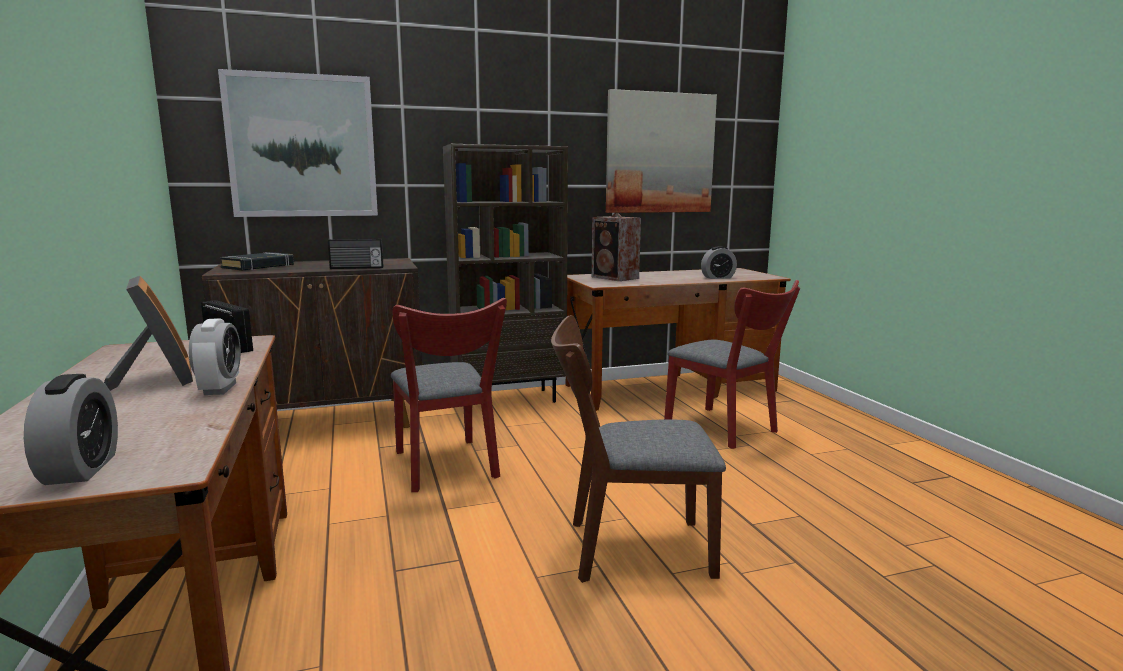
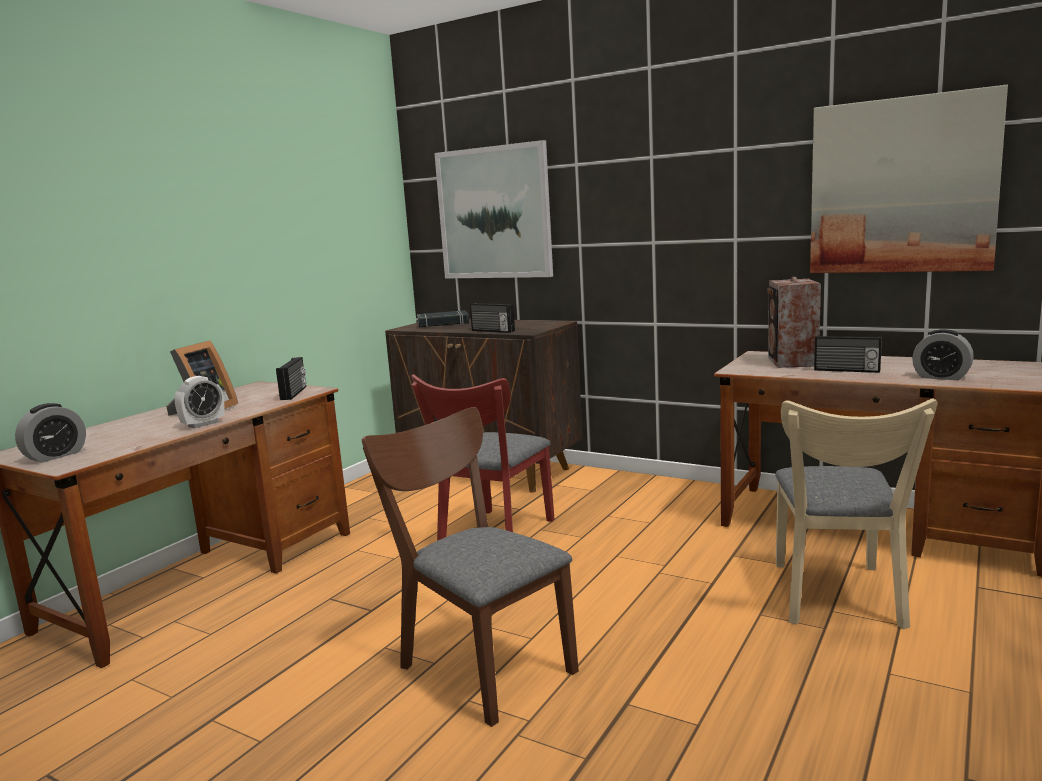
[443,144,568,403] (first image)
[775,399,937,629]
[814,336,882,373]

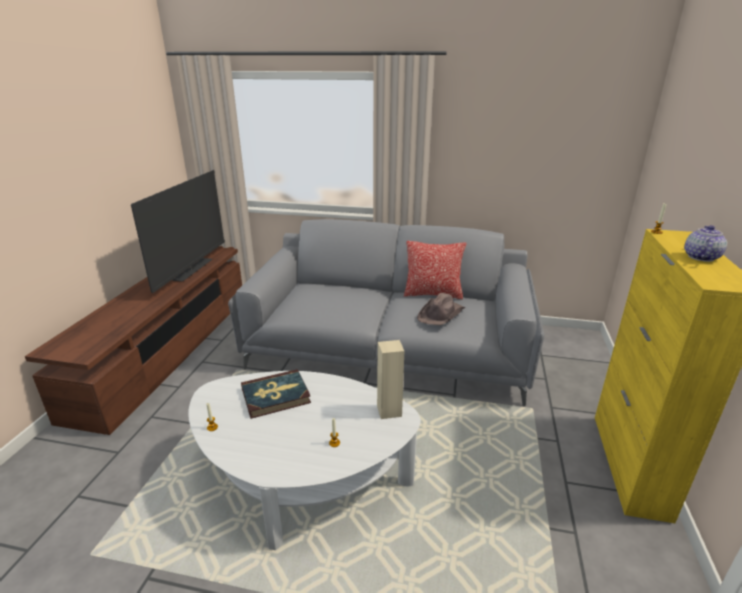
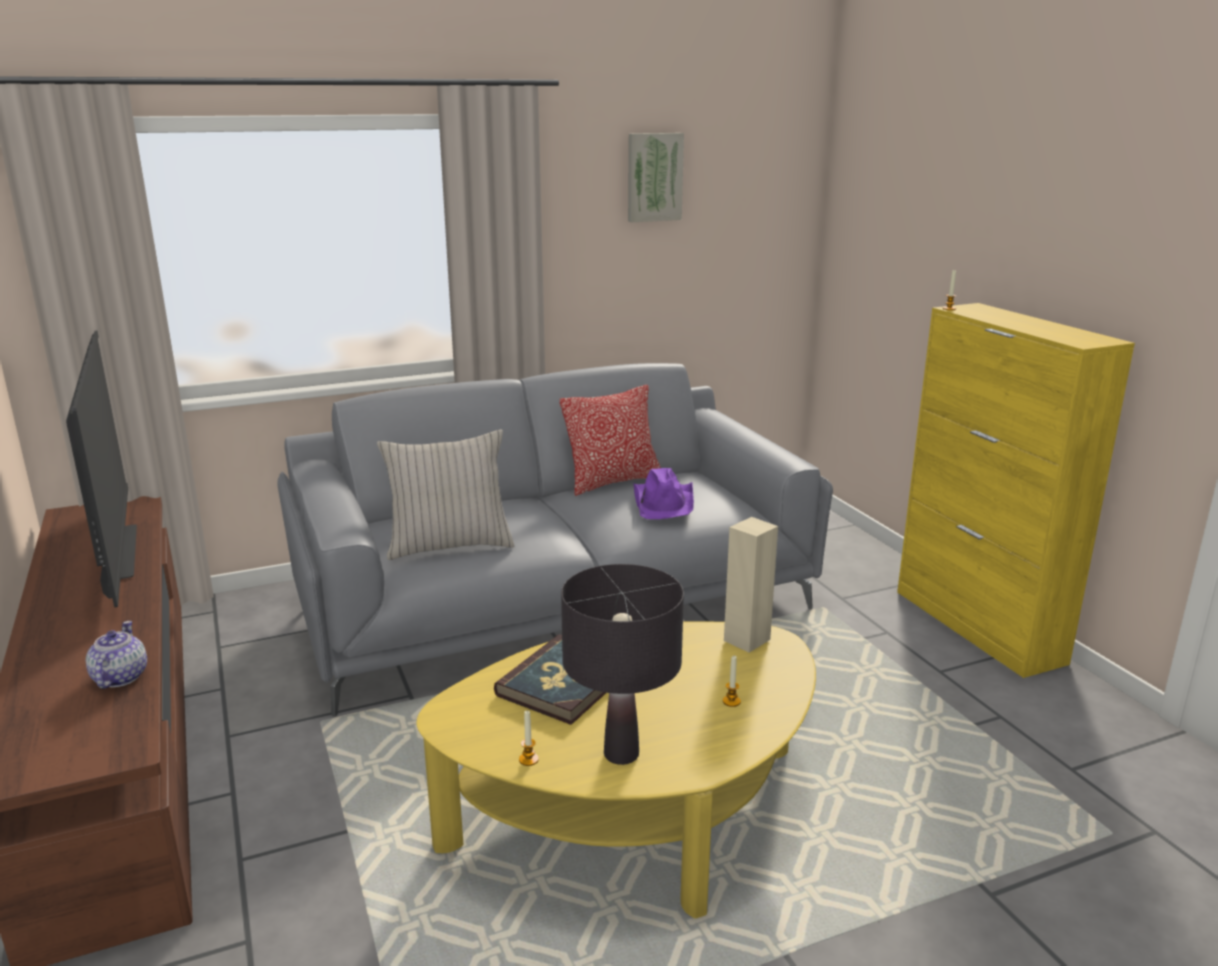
[86,621,147,689]
[633,468,694,519]
[416,621,816,919]
[628,133,684,222]
[377,430,514,560]
[561,564,684,765]

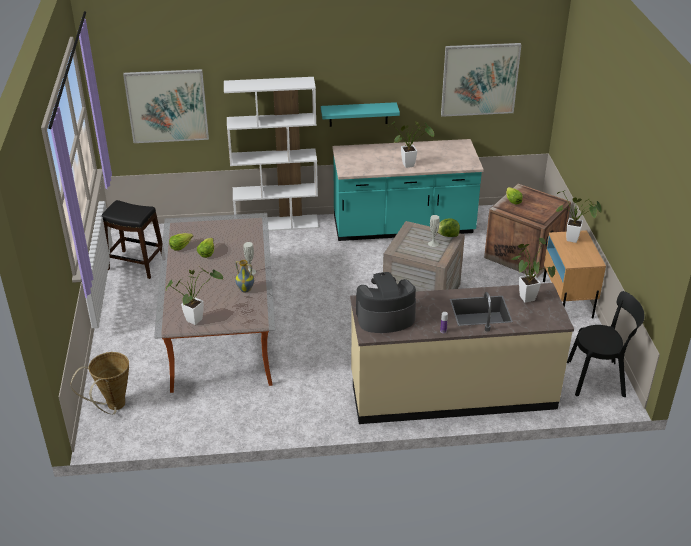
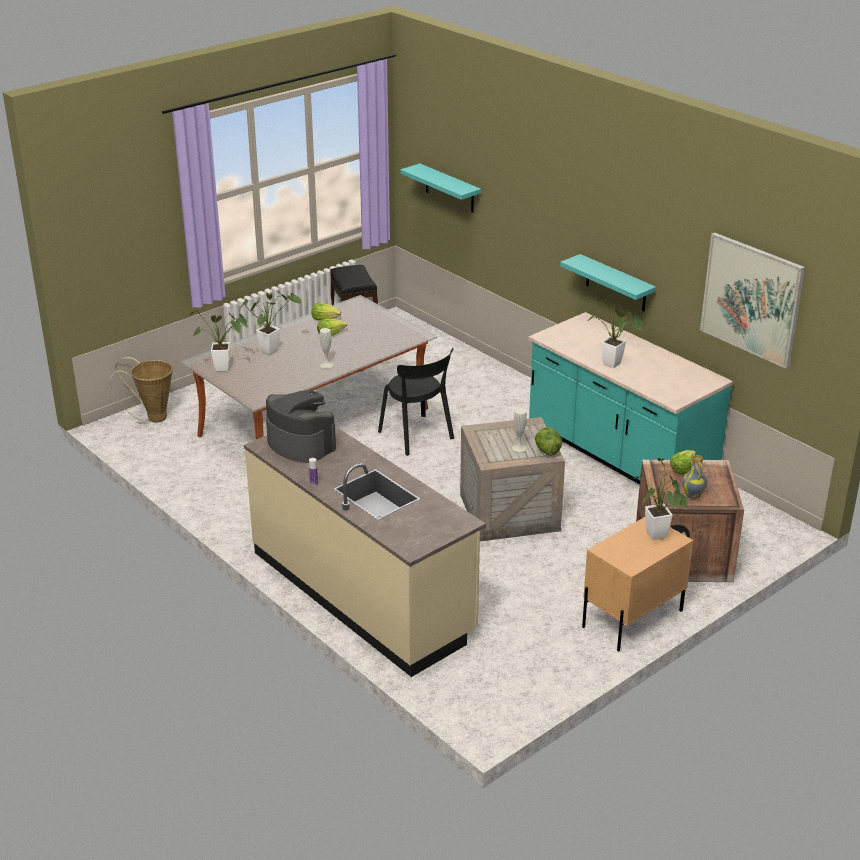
[400,164,481,213]
[224,77,319,231] (first image)
[240,291,302,355]
[682,453,707,499]
[378,348,454,456]

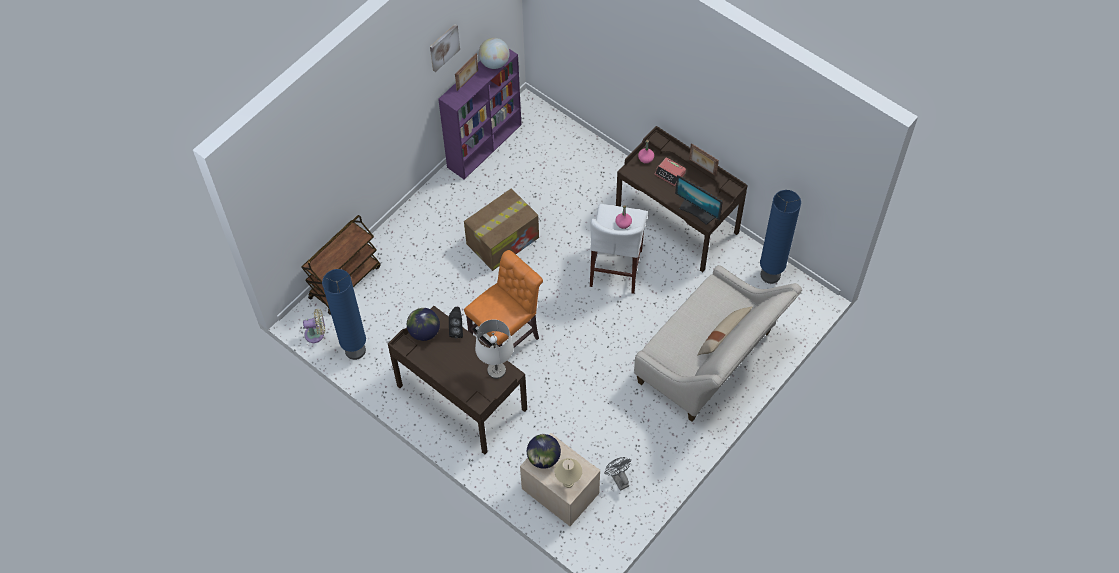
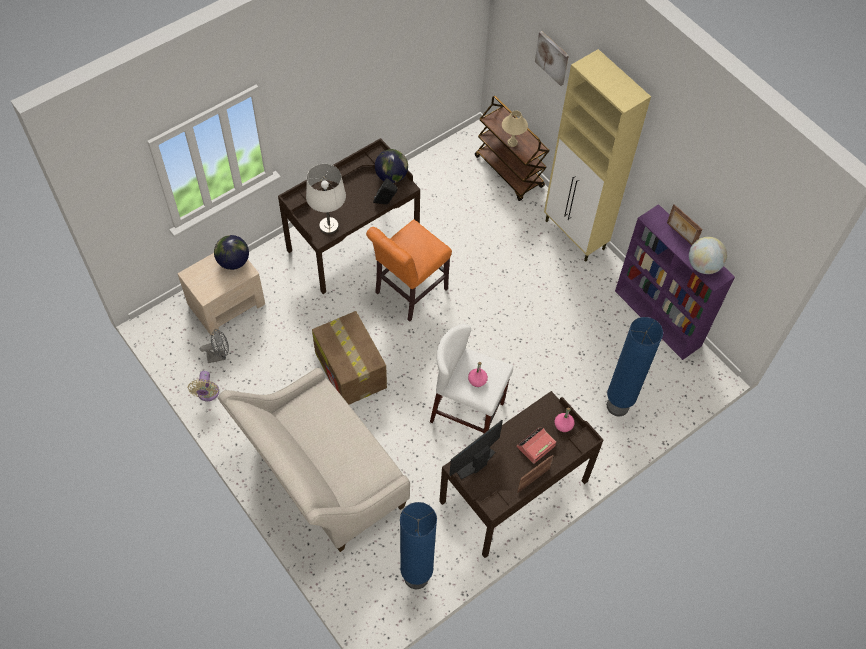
[535,31,569,86]
[312,311,387,405]
[366,219,452,322]
[607,317,663,416]
[697,307,752,355] (first image)
[188,371,219,401]
[502,110,528,147]
[544,49,651,262]

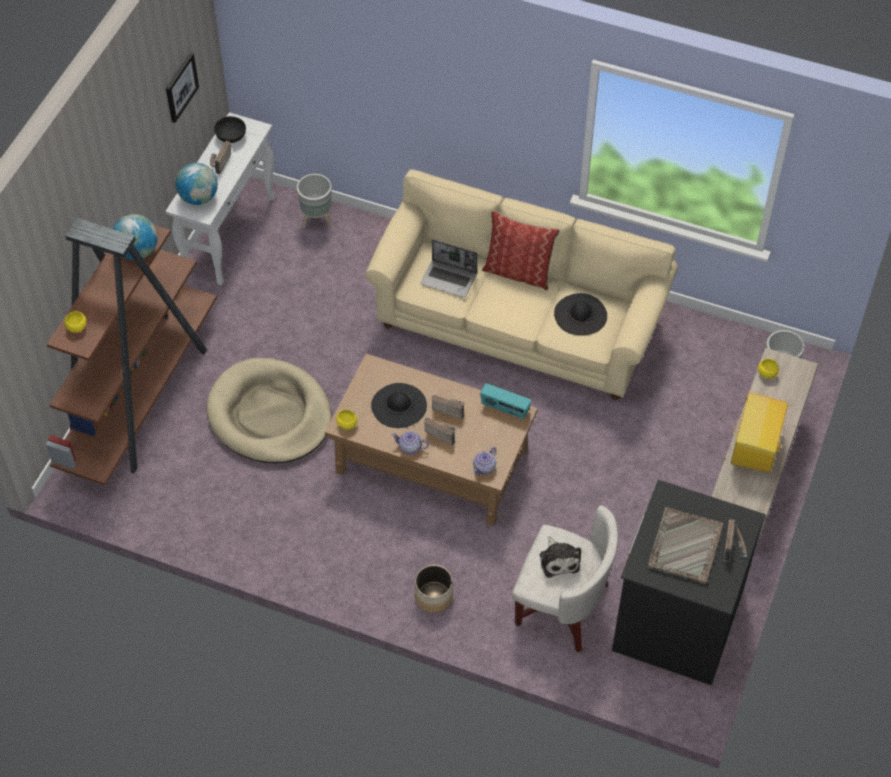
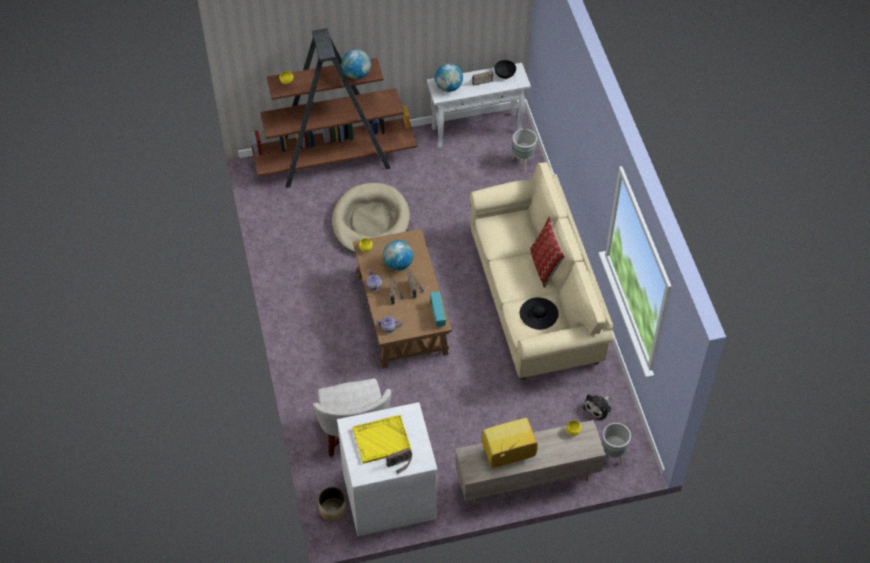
[166,52,199,123] (first image)
[420,240,478,298] (first image)
[383,240,413,271]
[337,402,437,536]
[352,415,412,464]
[583,394,611,421]
[318,487,346,521]

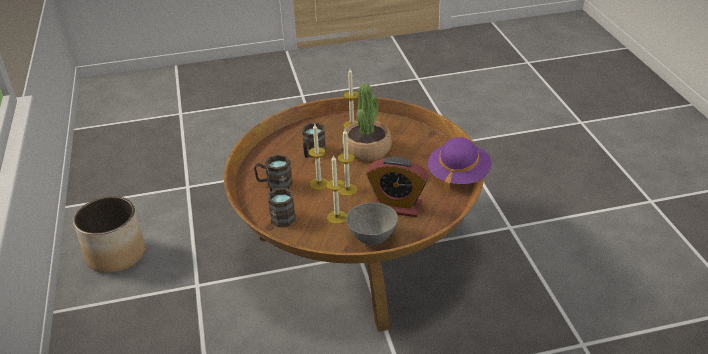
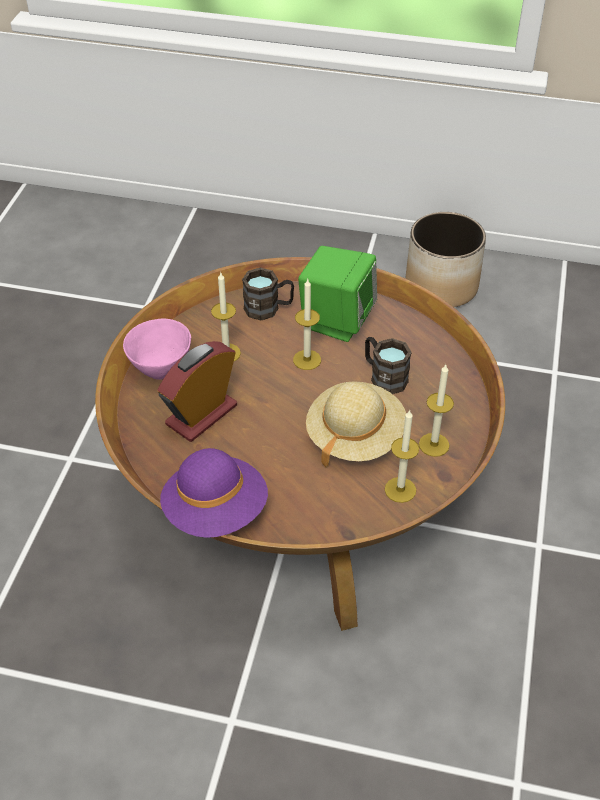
[306,381,406,467]
[385,409,419,503]
[298,246,377,342]
[123,319,191,380]

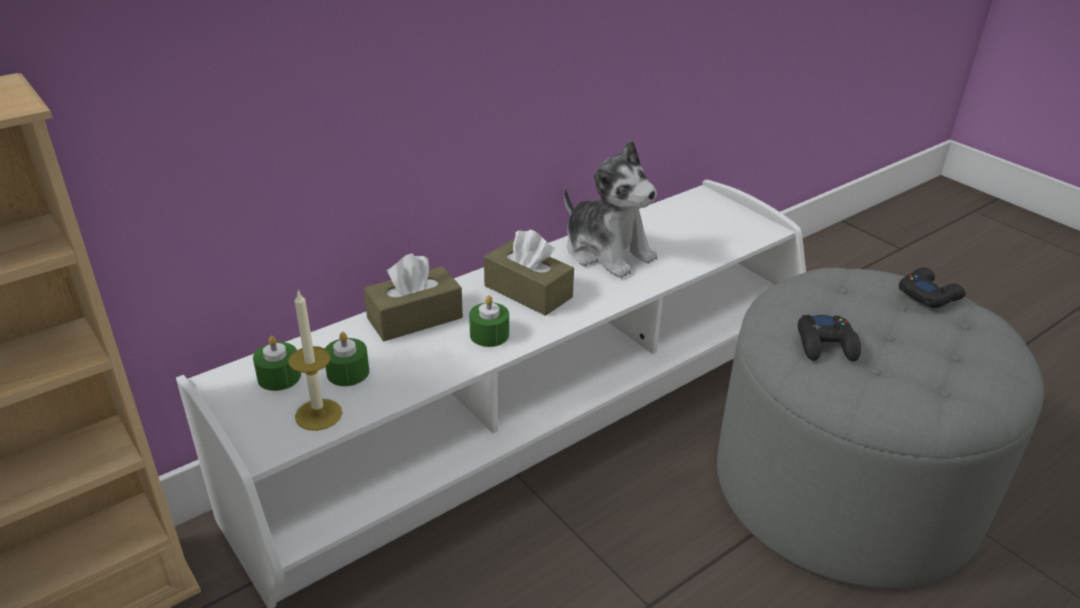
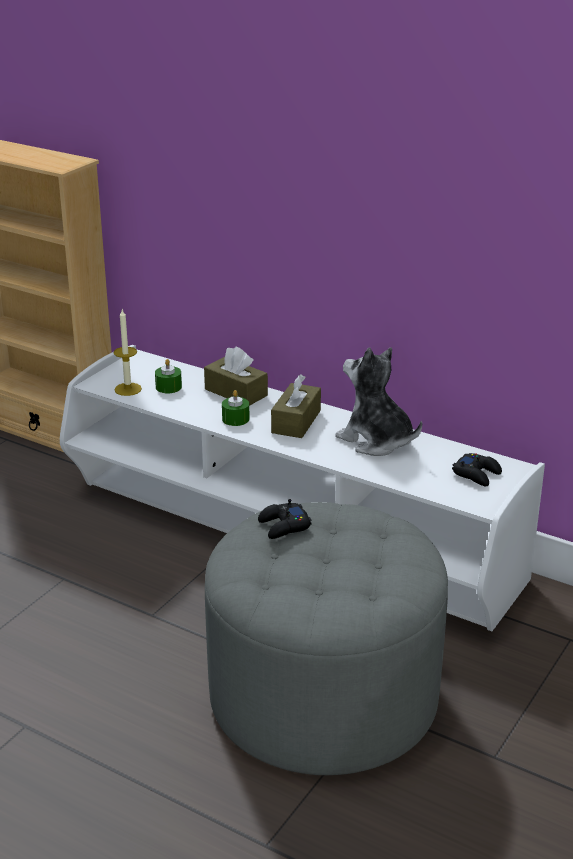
[335,347,422,456]
[452,453,502,486]
[253,336,301,391] (first image)

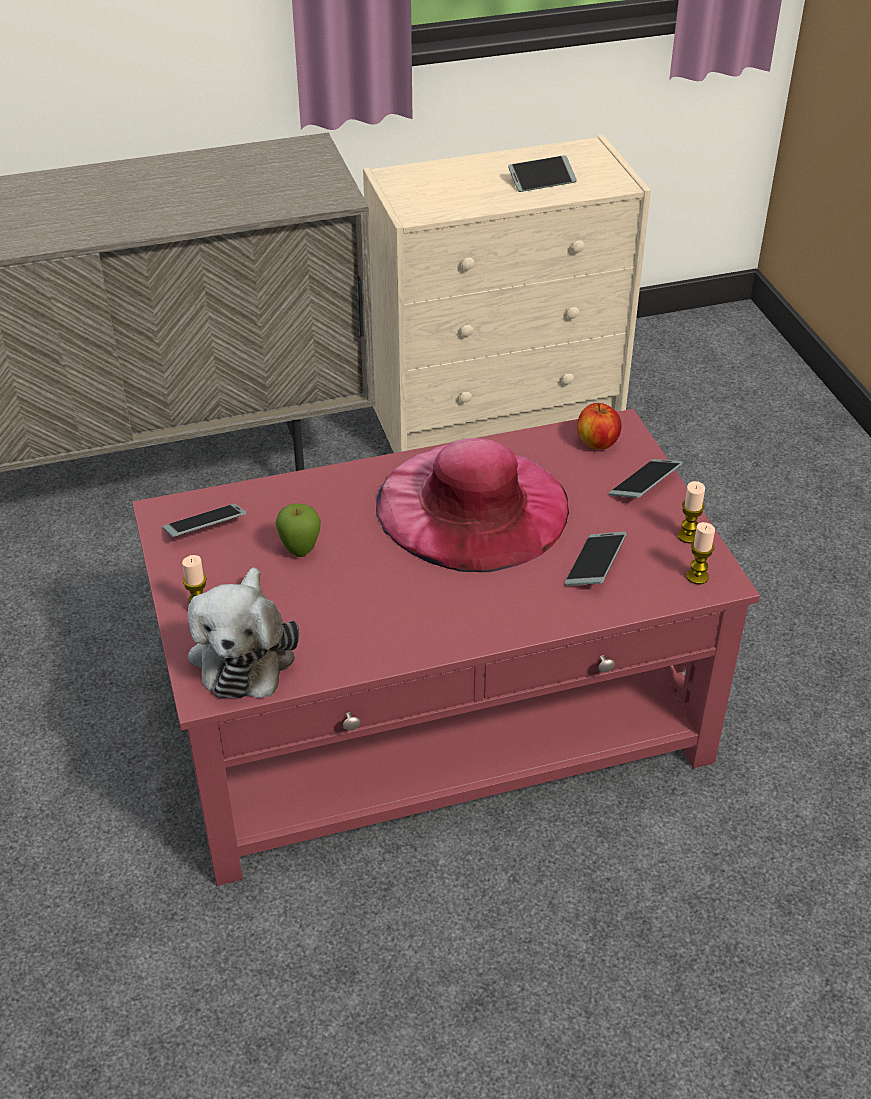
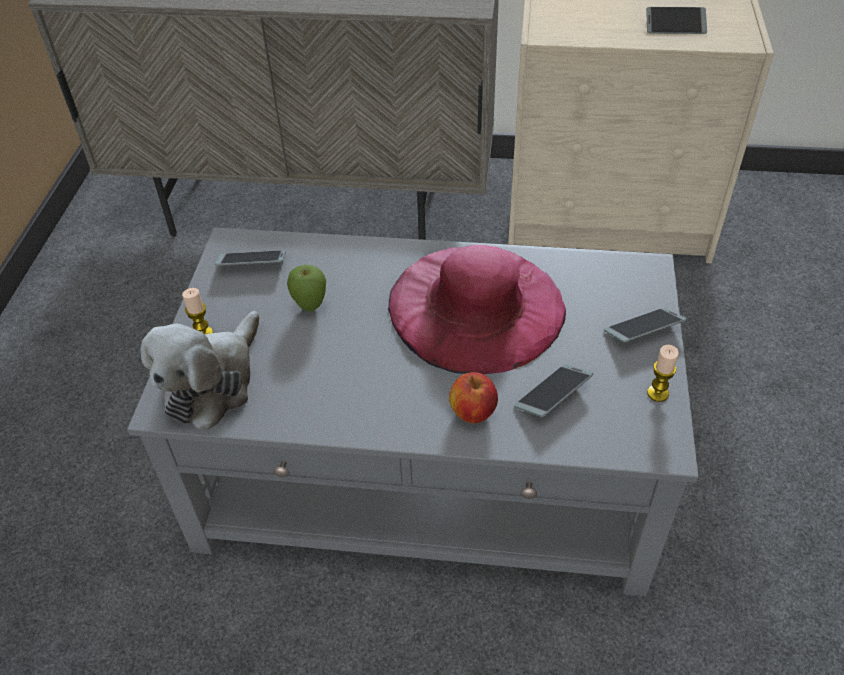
[449,372,498,423]
[127,227,699,596]
[686,522,715,585] (first image)

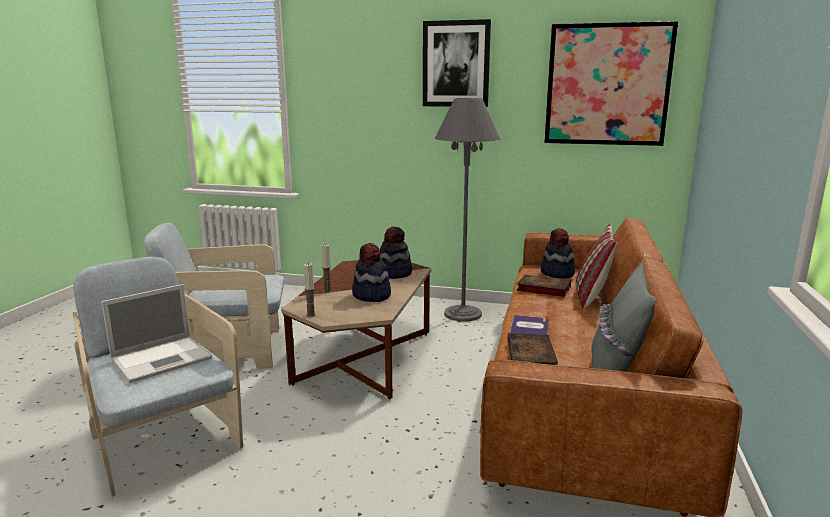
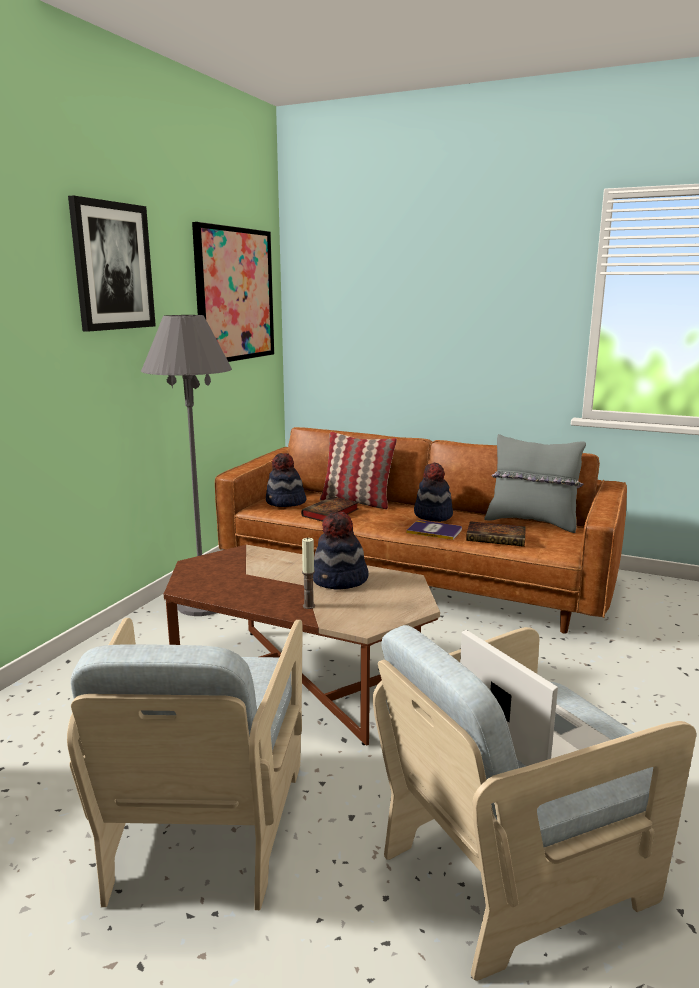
[414,463,453,522]
[304,263,316,317] (first image)

